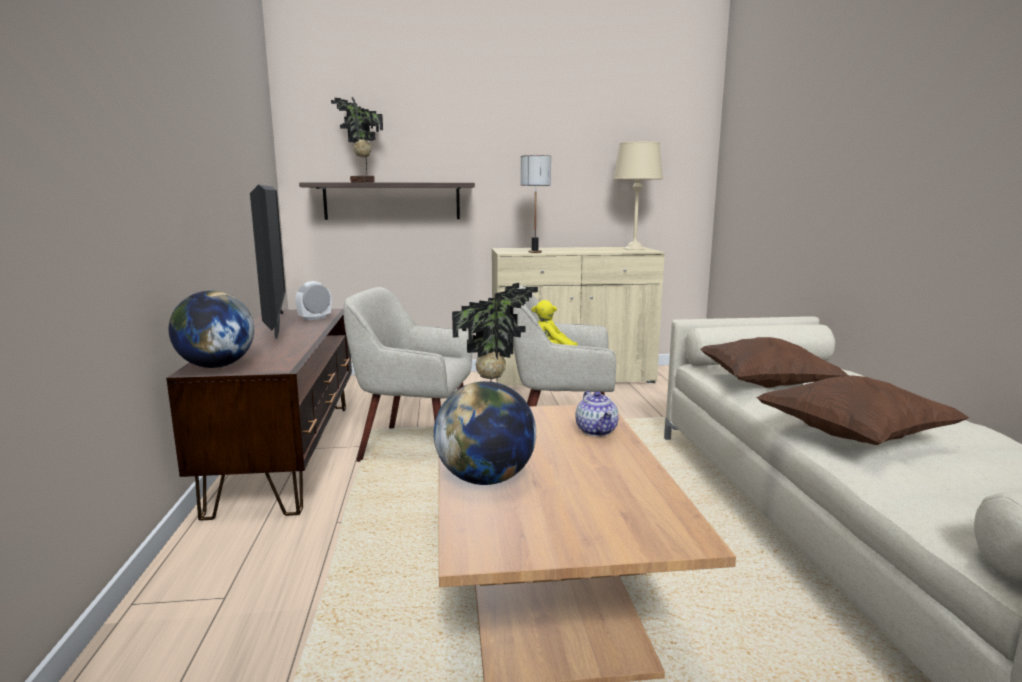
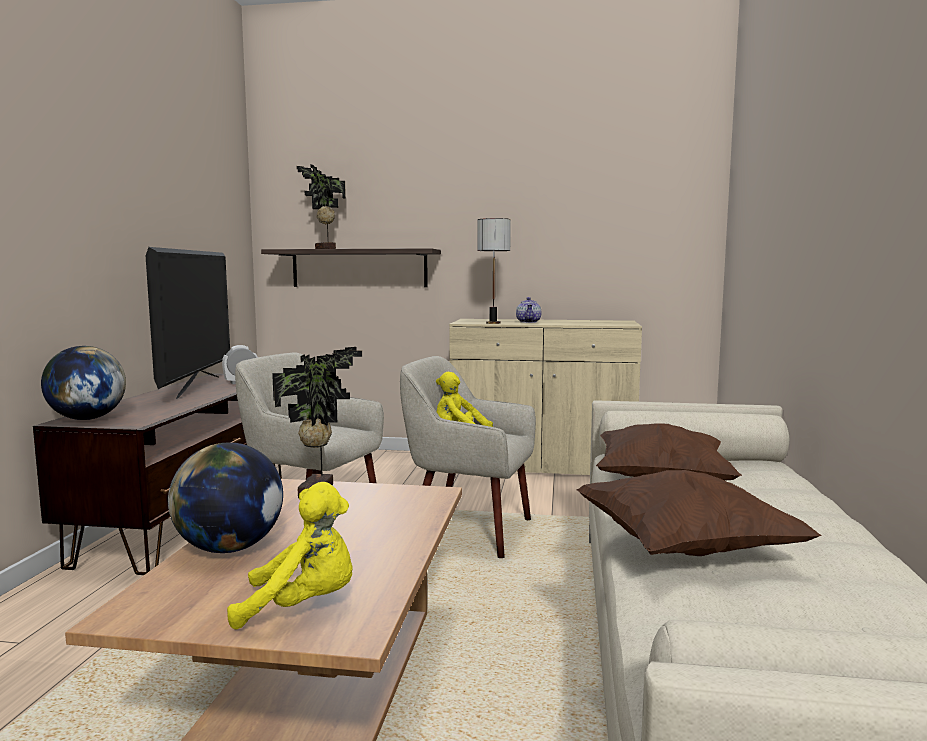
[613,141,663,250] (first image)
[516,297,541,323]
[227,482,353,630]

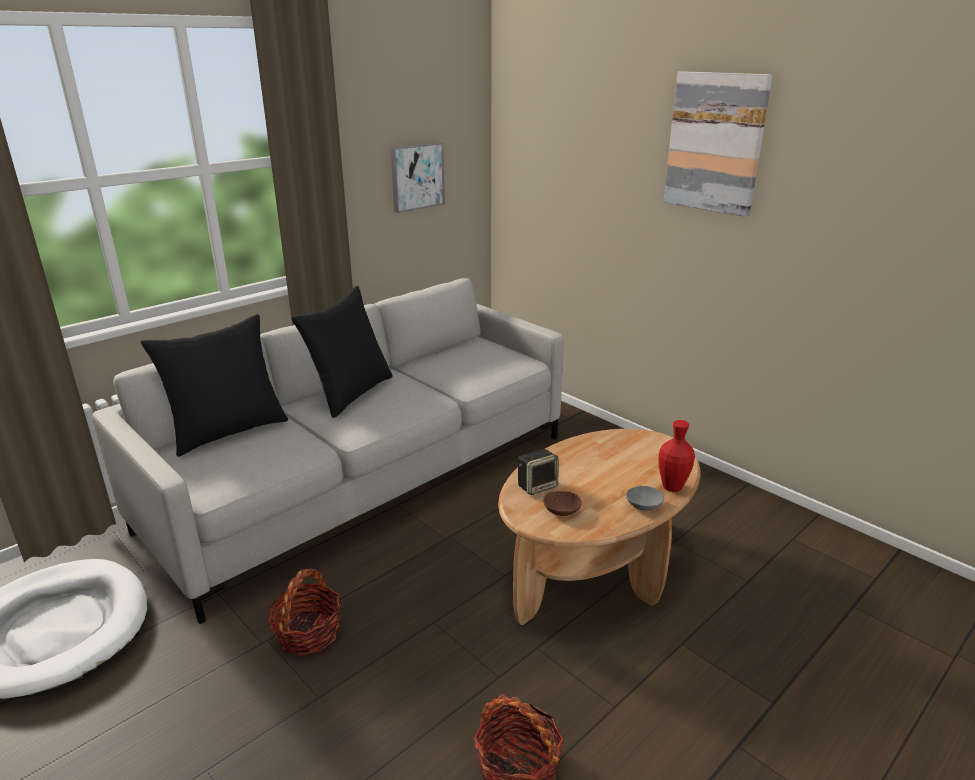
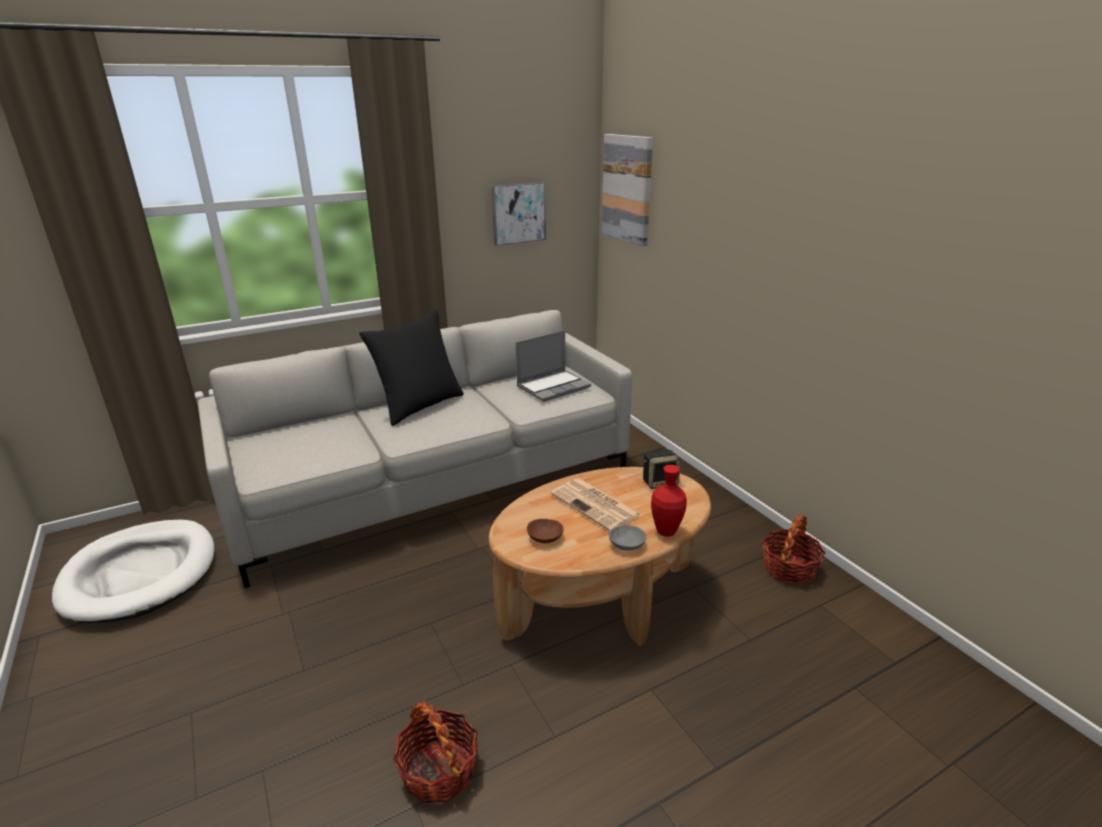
[602,134,653,247]
[141,314,288,456] (first image)
[643,450,681,489]
[762,515,826,584]
[516,330,591,402]
[551,478,641,531]

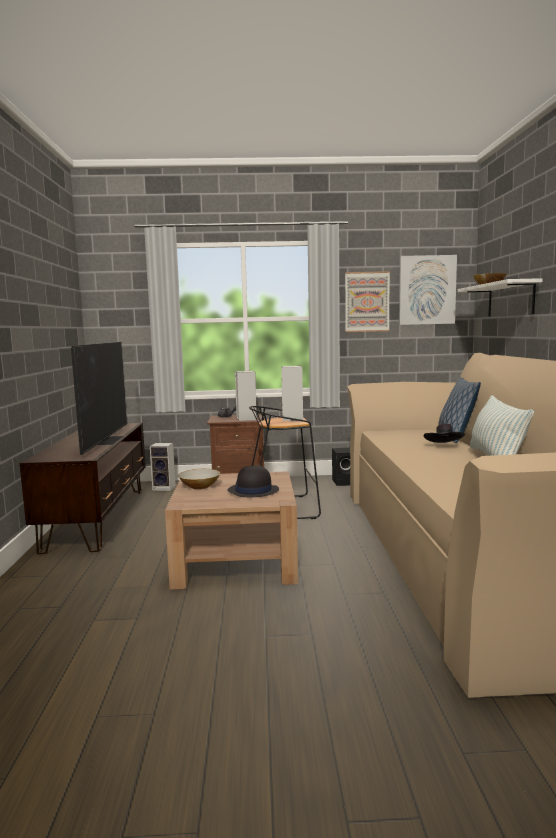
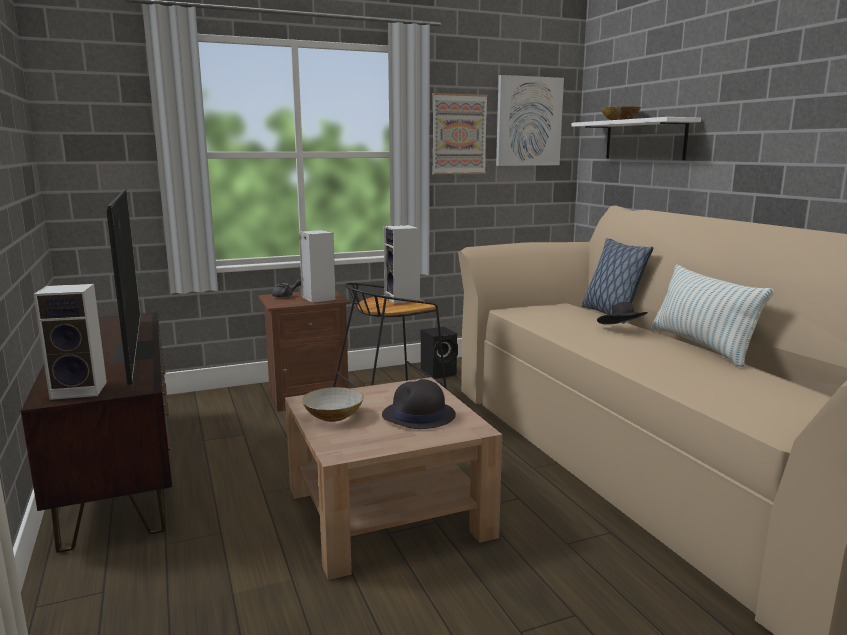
[33,284,107,400]

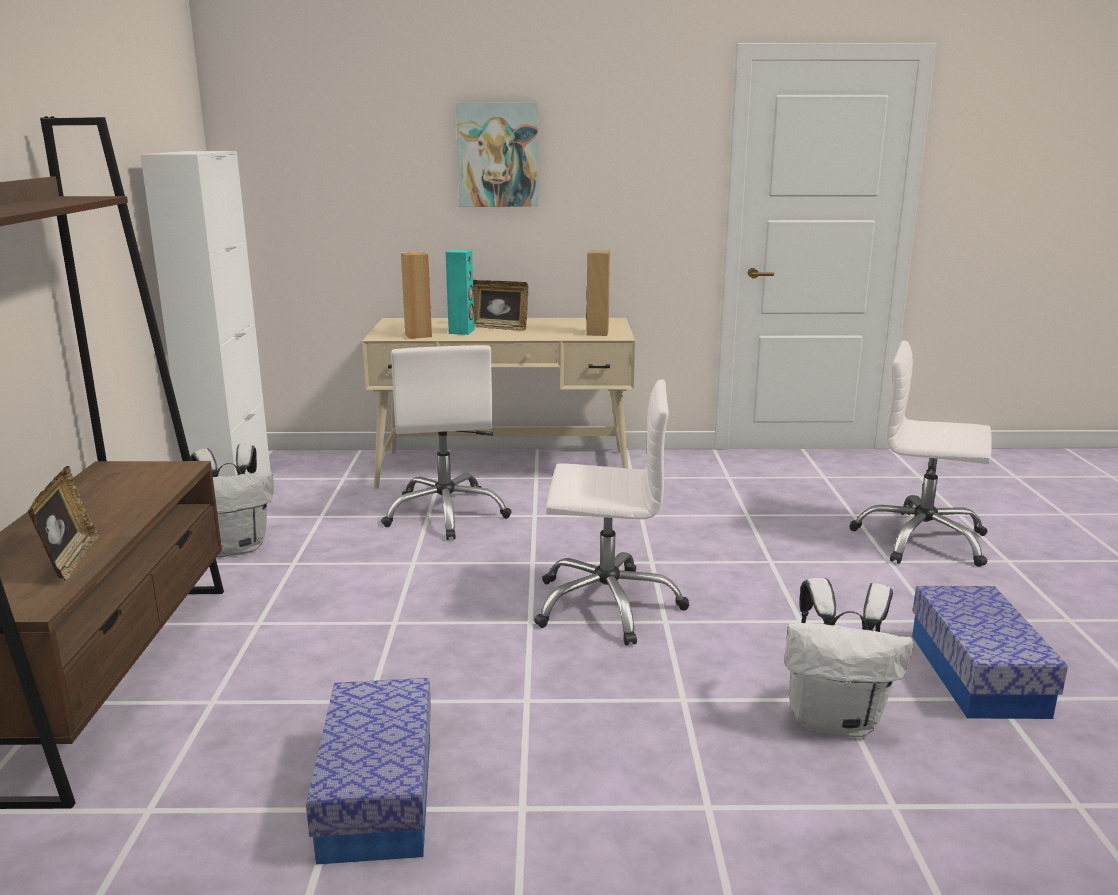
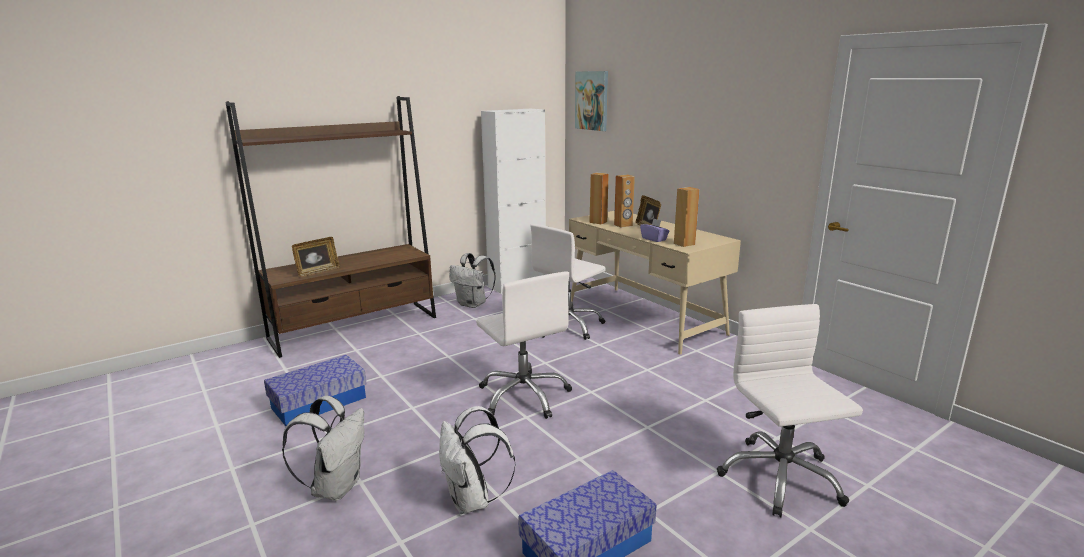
[575,71,608,131]
[614,175,635,228]
[640,218,670,242]
[282,396,364,501]

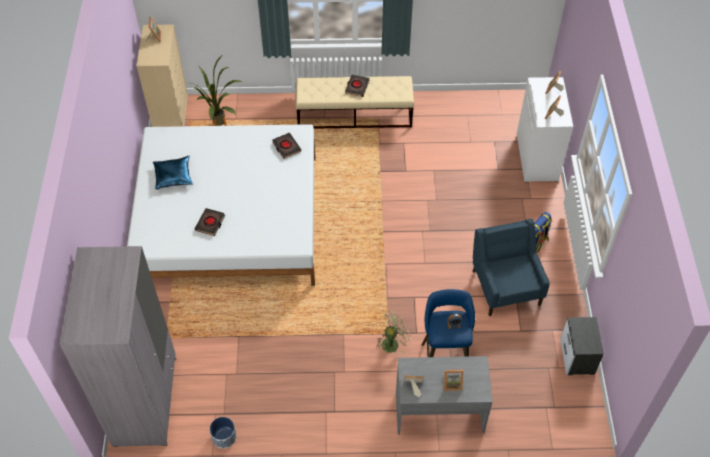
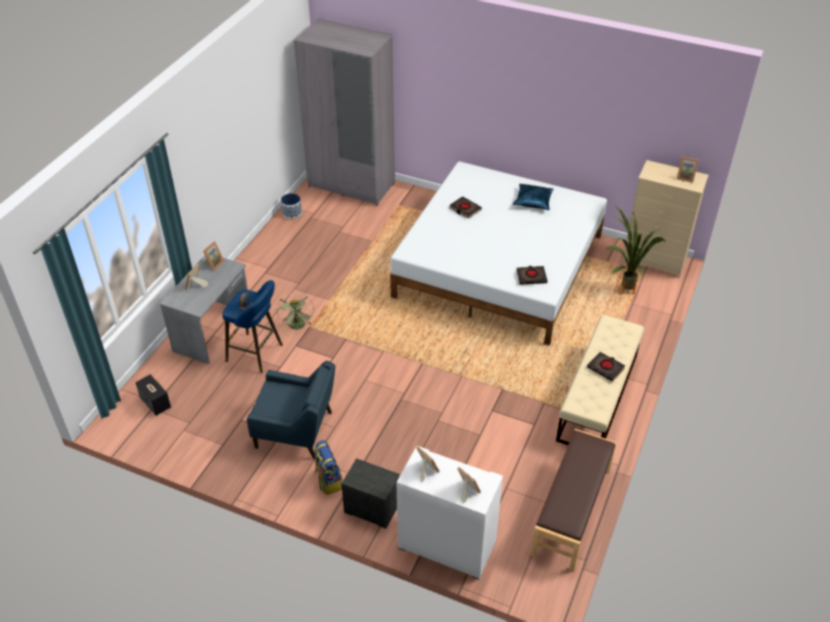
[341,458,400,529]
[135,374,171,416]
[531,429,617,571]

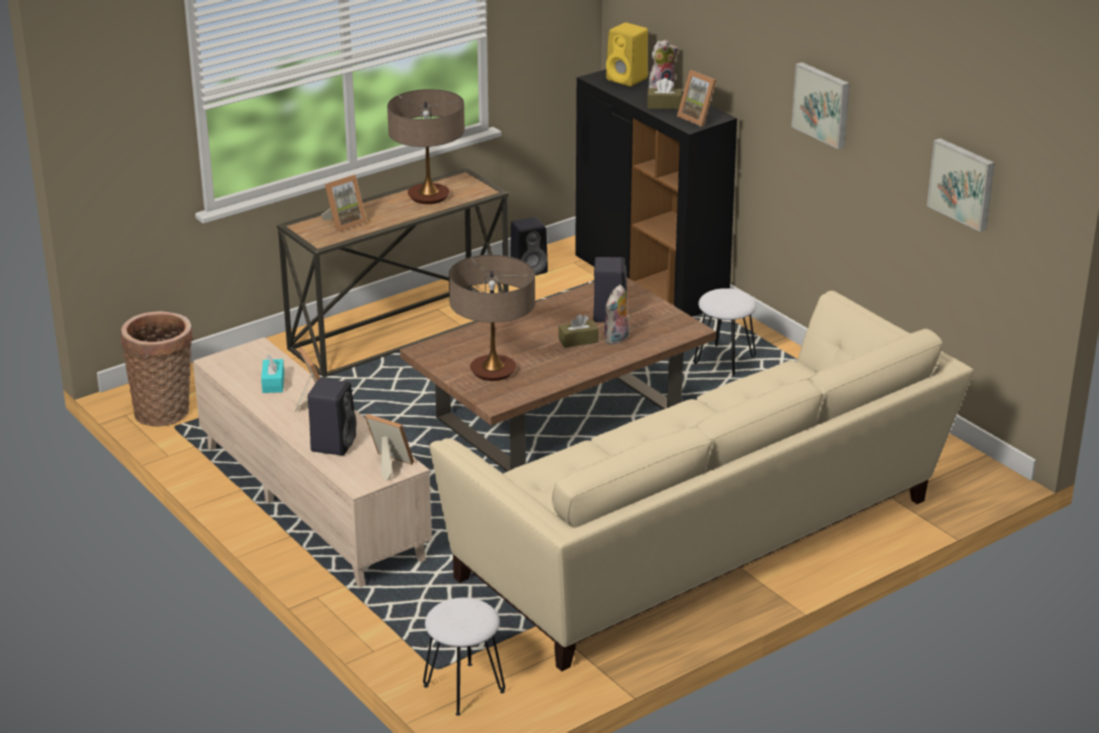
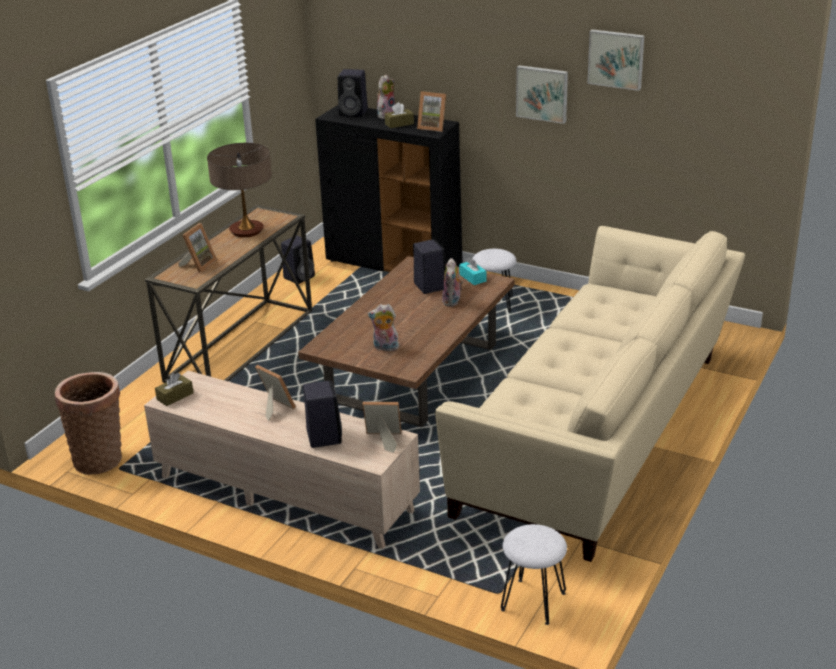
[338,69,368,117]
[587,29,644,91]
[368,304,399,351]
[155,372,194,406]
[459,257,486,285]

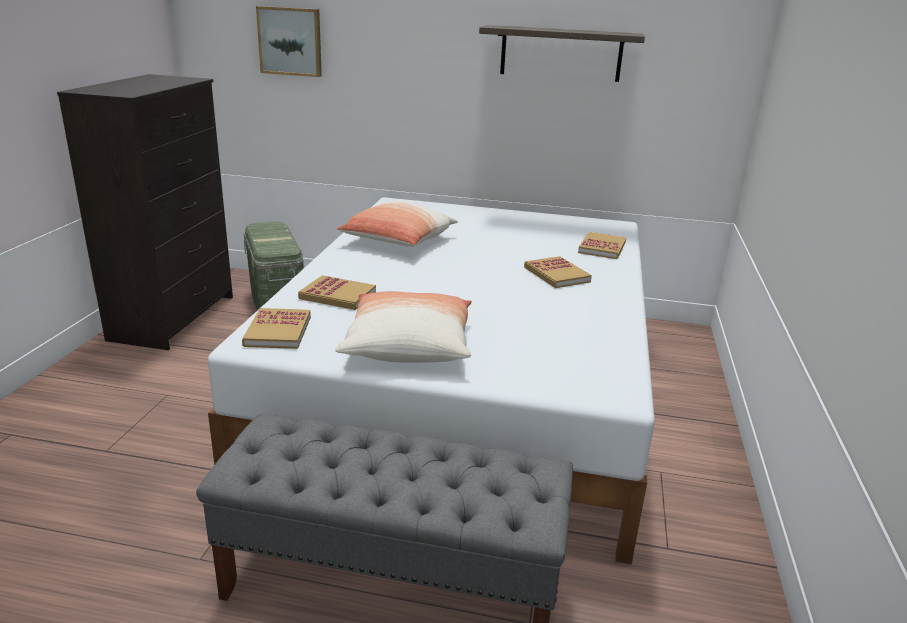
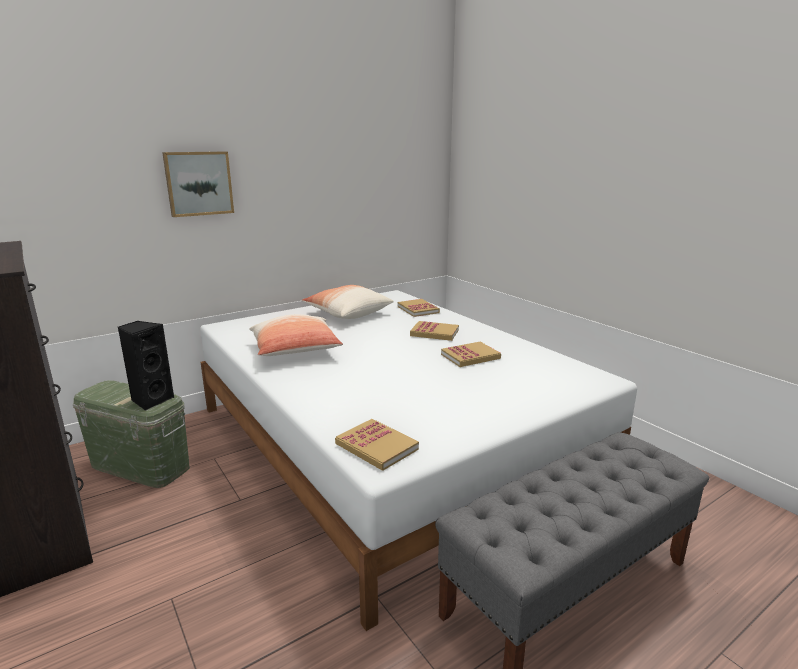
[162,152,234,217]
[479,25,645,82] (first image)
[441,342,501,367]
[302,285,394,319]
[118,321,175,411]

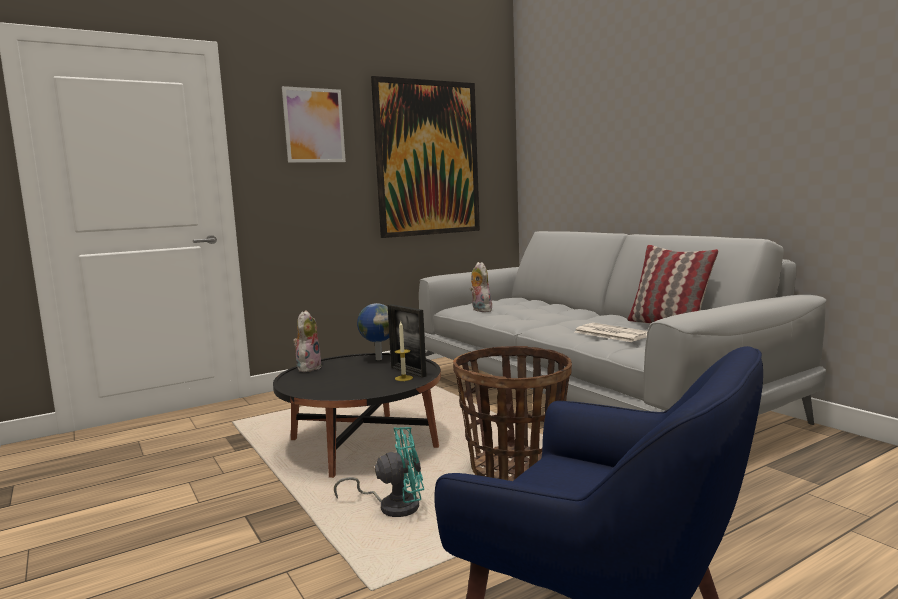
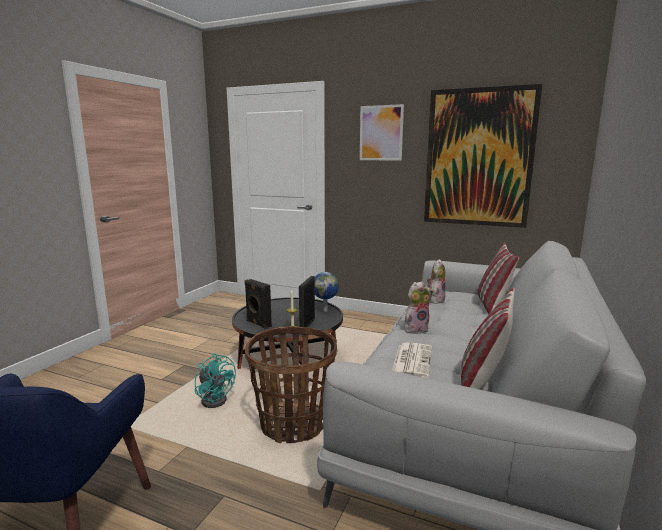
[404,281,433,334]
[478,243,519,314]
[245,279,272,329]

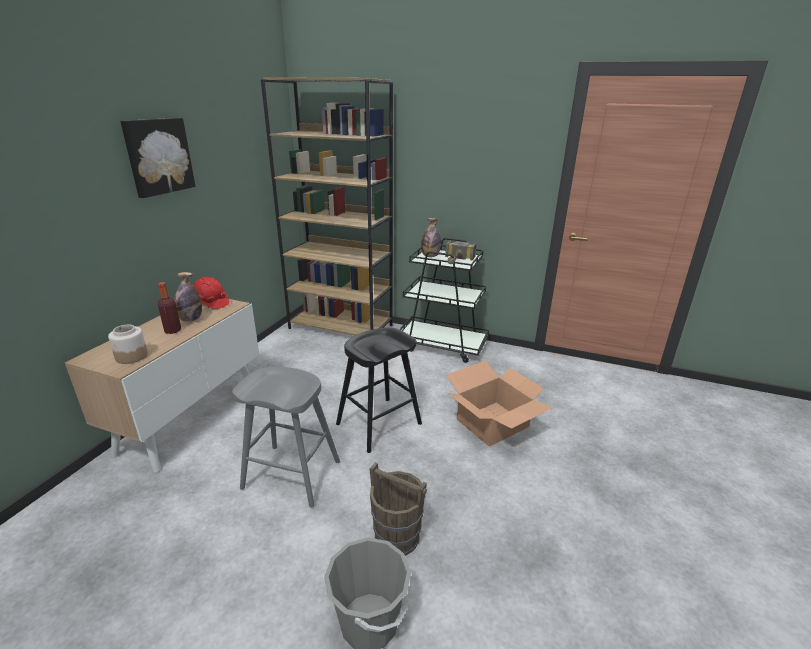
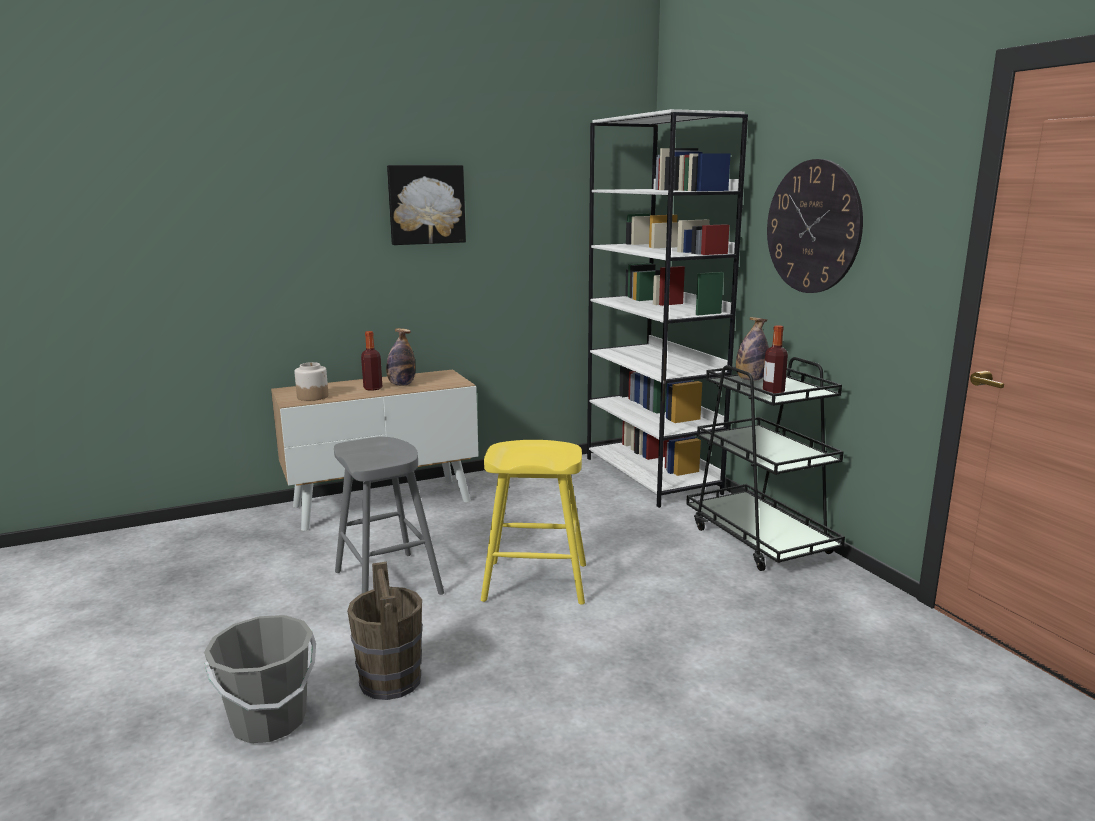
[587,109,748,508]
[763,325,788,394]
[193,277,230,309] (first image)
[481,440,586,605]
[446,360,553,447] (first image)
[767,159,863,293]

